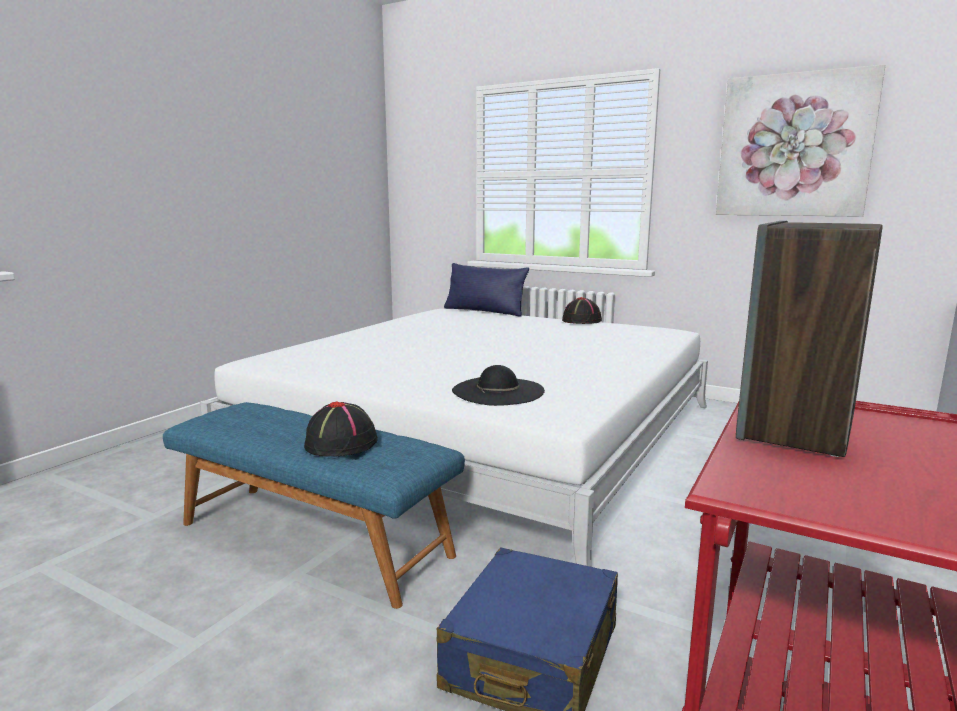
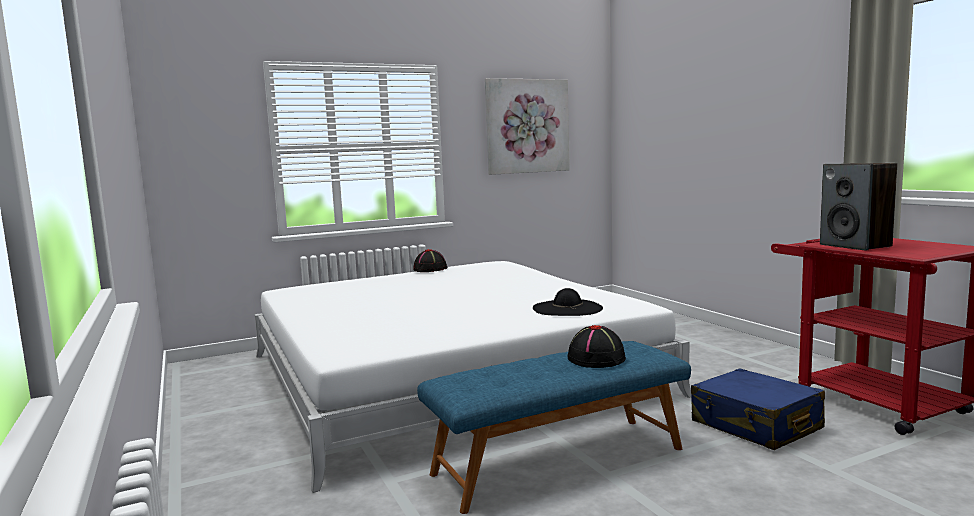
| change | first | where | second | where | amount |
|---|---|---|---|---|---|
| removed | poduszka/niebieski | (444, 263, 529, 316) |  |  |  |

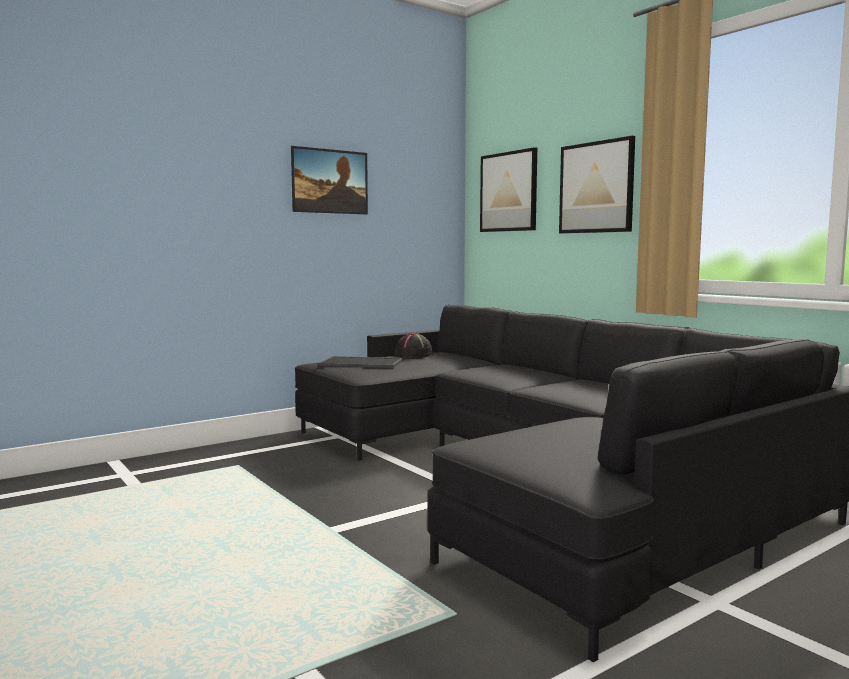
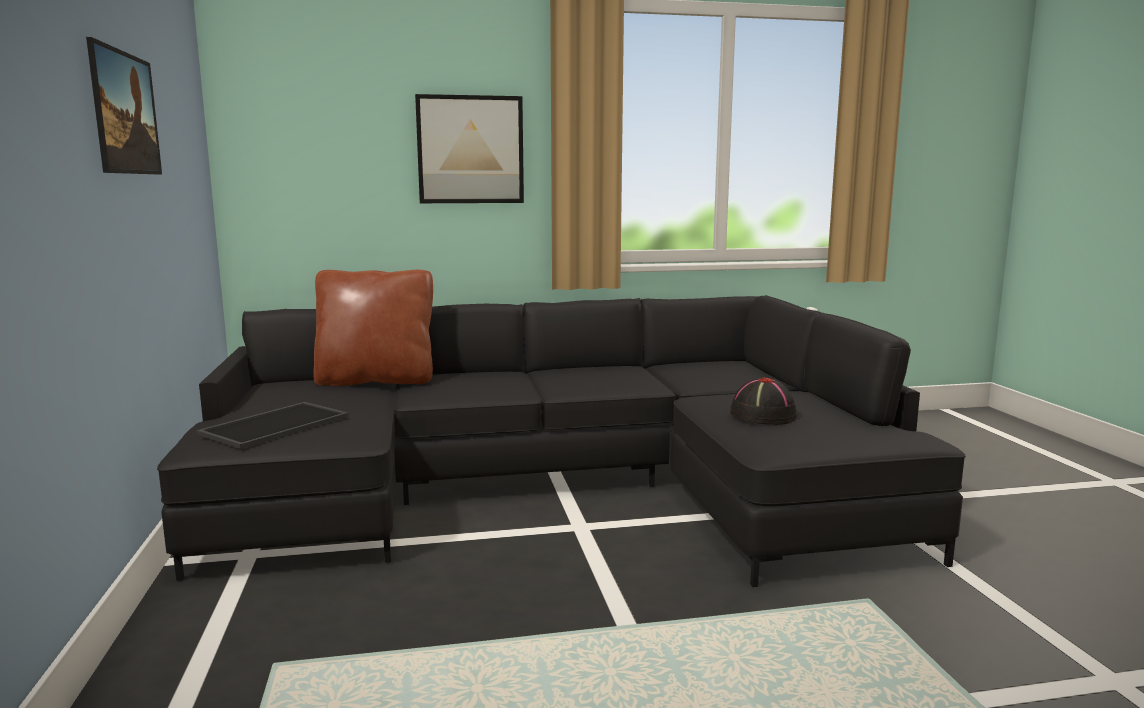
| change | first | where | second | where | amount |
|---|---|---|---|---|---|
| removed | obraz | (480, 147, 537, 232) |  |  |  |
| moved | kapelusz/czarny | (394, 332, 433, 359) |  | (730, 377, 797, 425) |  |
| added |  |  | poduszka/brązowy | (313, 270, 433, 386) |  |

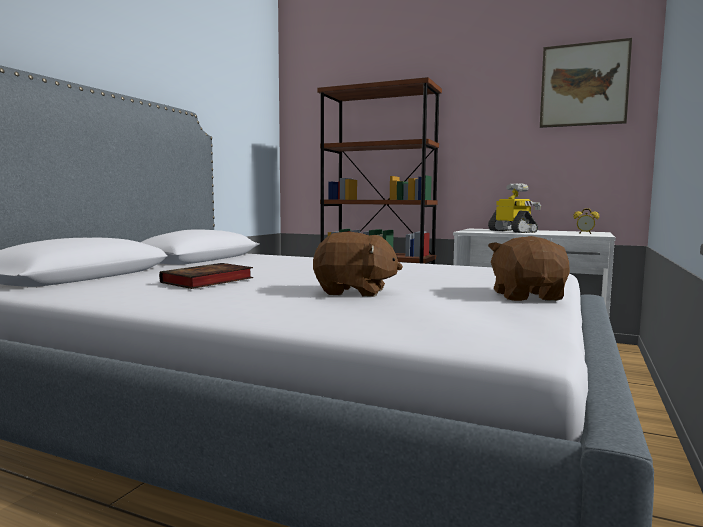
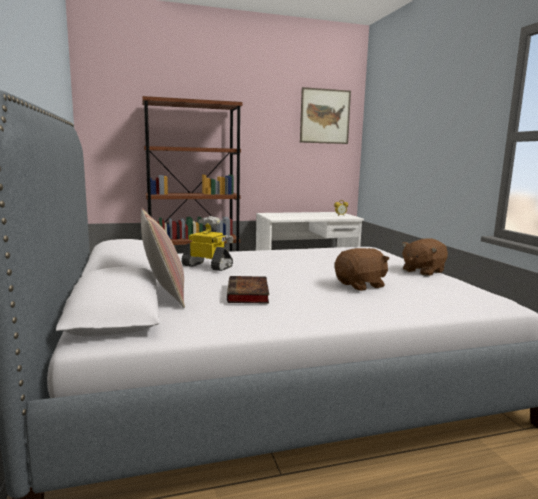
| change | first | where | second | where | amount |
|---|---|---|---|---|---|
| moved | robot zabawkowy | (488, 183, 541, 233) |  | (181, 216, 233, 271) |  |
| turned | pluszak/brązowy | (488, 236, 570, 301) |  | (402, 238, 448, 276) | 90 degrees counterclockwise |
| added |  |  | poduszka | (141, 208, 185, 308) |  |

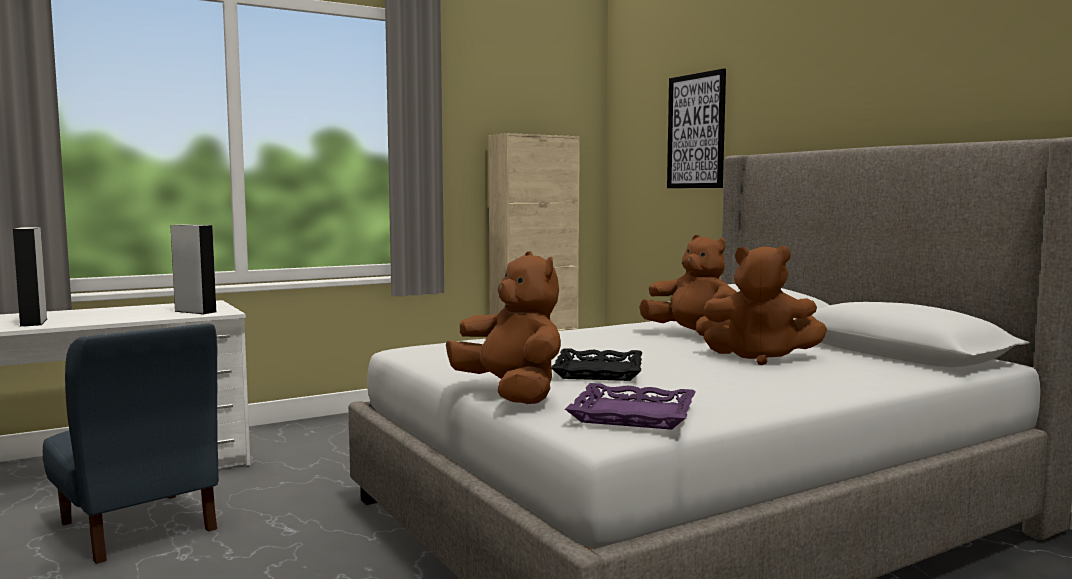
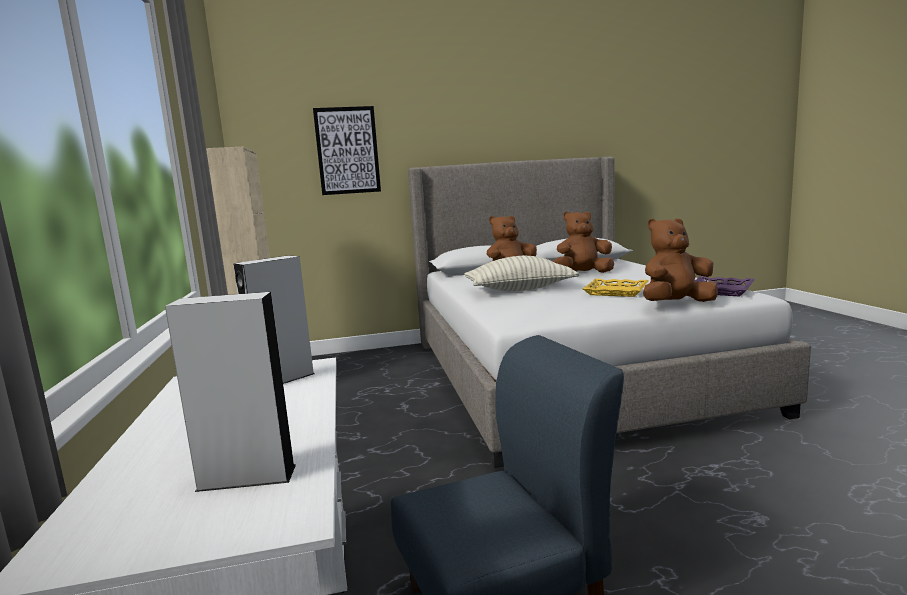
| change | first | where | second | where | amount |
|---|---|---|---|---|---|
| turned | pluszak/brązowy | (703, 246, 827, 365) |  | (553, 211, 614, 273) | 135 degrees counterclockwise |
| recoloured | taca/czarny | (552, 348, 642, 381) | taca/żółty | (582, 279, 648, 297) |  |
| added |  |  | poduszka | (464, 256, 579, 291) |  |

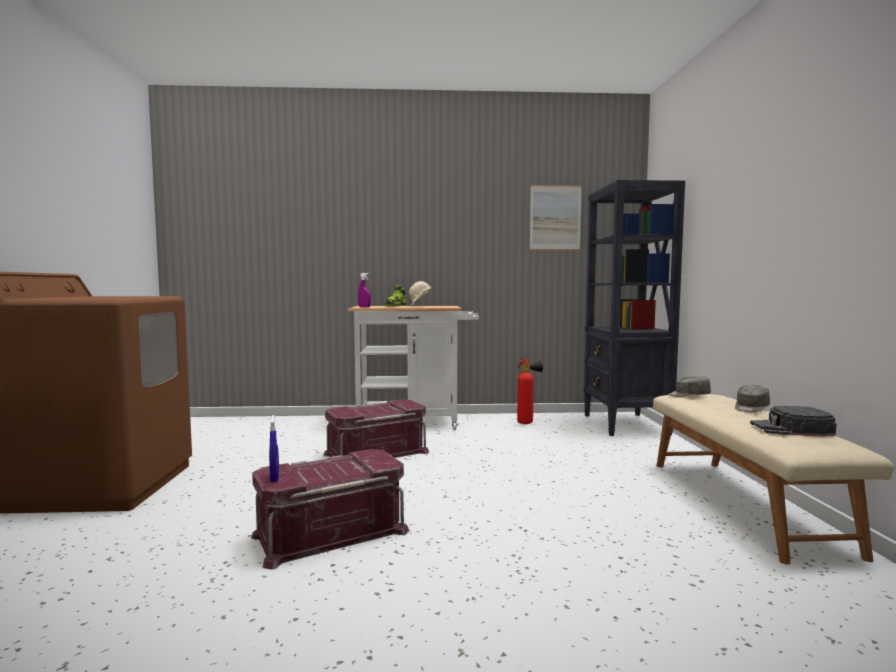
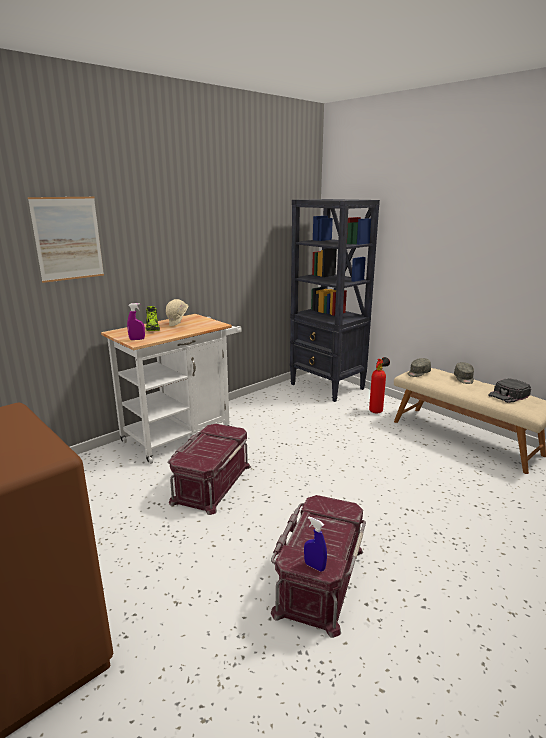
| change | first | where | second | where | amount |
|---|---|---|---|---|---|
| moved | obraz | (530, 185, 582, 251) |  | (28, 197, 104, 283) |  |
| moved | gaśnica | (517, 358, 543, 424) |  | (369, 357, 390, 414) |  |

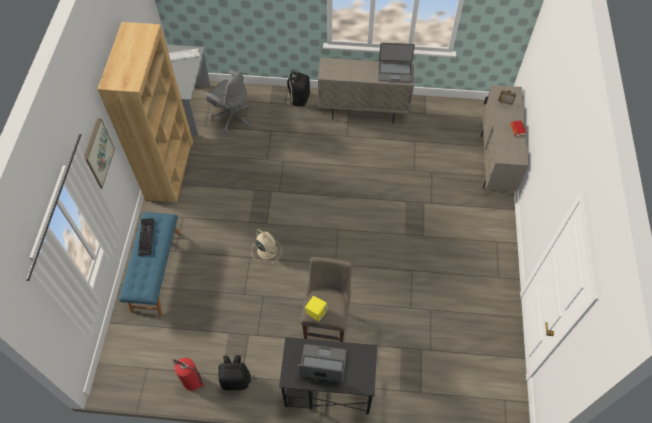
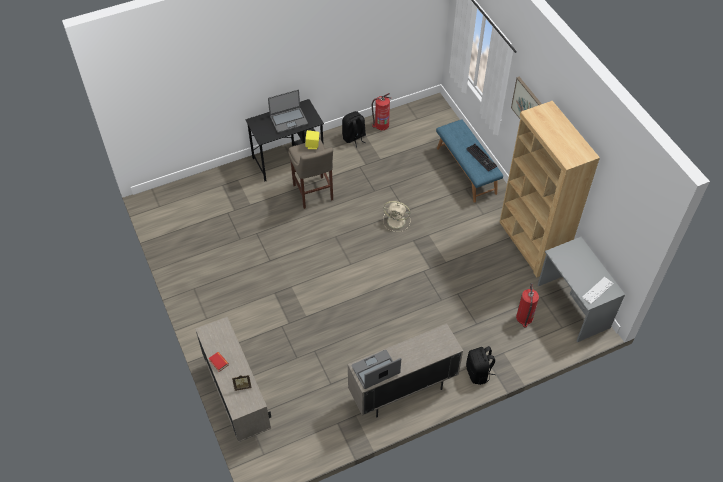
| change | first | where | second | where | amount |
|---|---|---|---|---|---|
| replaced | krzesło biurowe/szary | (206, 70, 250, 135) | gaśnica | (516, 283, 539, 327) |  |

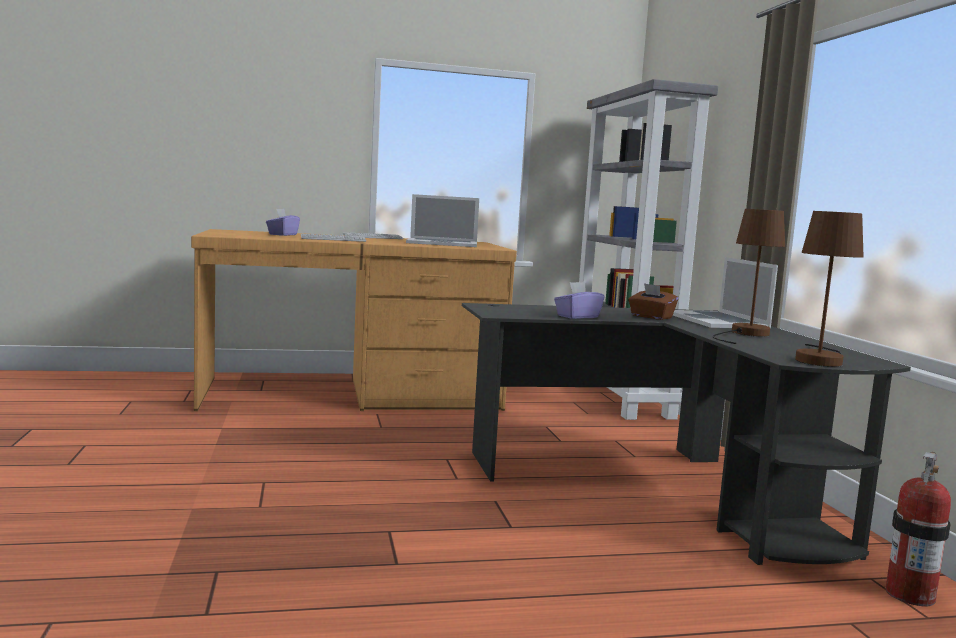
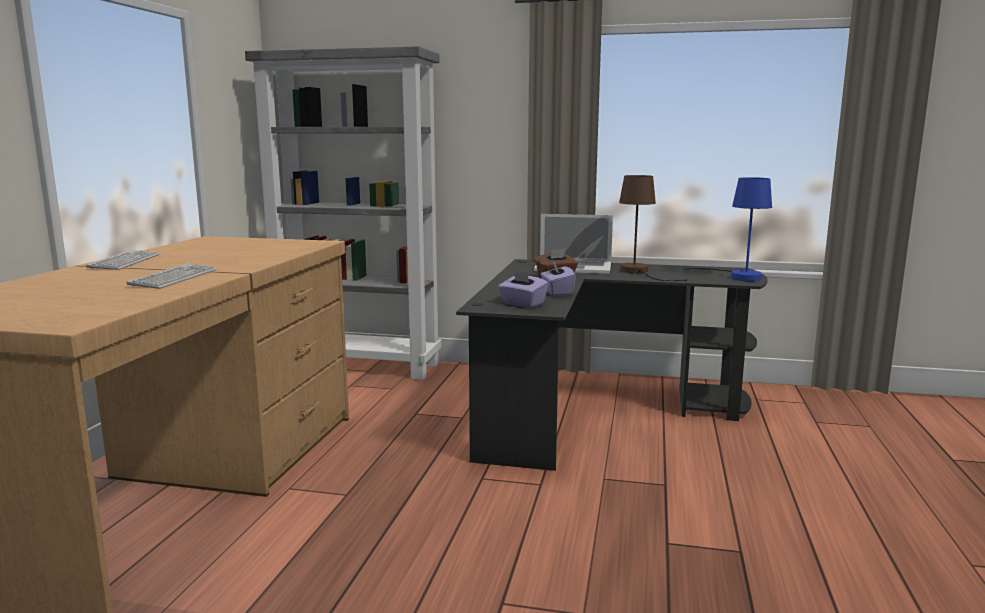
| change | first | where | second | where | amount |
|---|---|---|---|---|---|
| removed | laptop | (406, 194, 479, 247) |  |  |  |
| moved | pudełko chusteczek/fioletowy | (266, 209, 300, 236) |  | (498, 270, 549, 308) |  |
| recoloured | lampa stołowa/brązowy | (795, 211, 864, 367) | lampa stołowa/niebieski | (683, 177, 772, 281) |  |
| removed | gaśnica | (885, 452, 951, 606) |  |  |  |

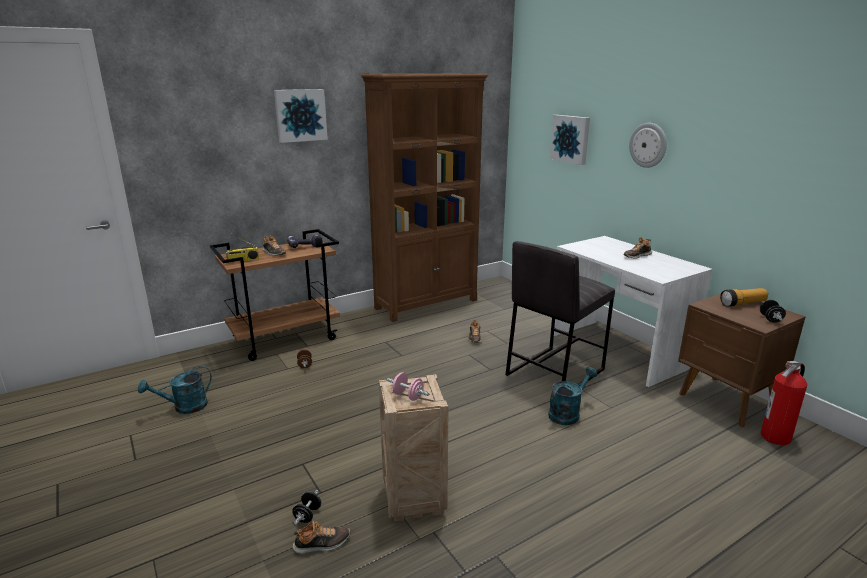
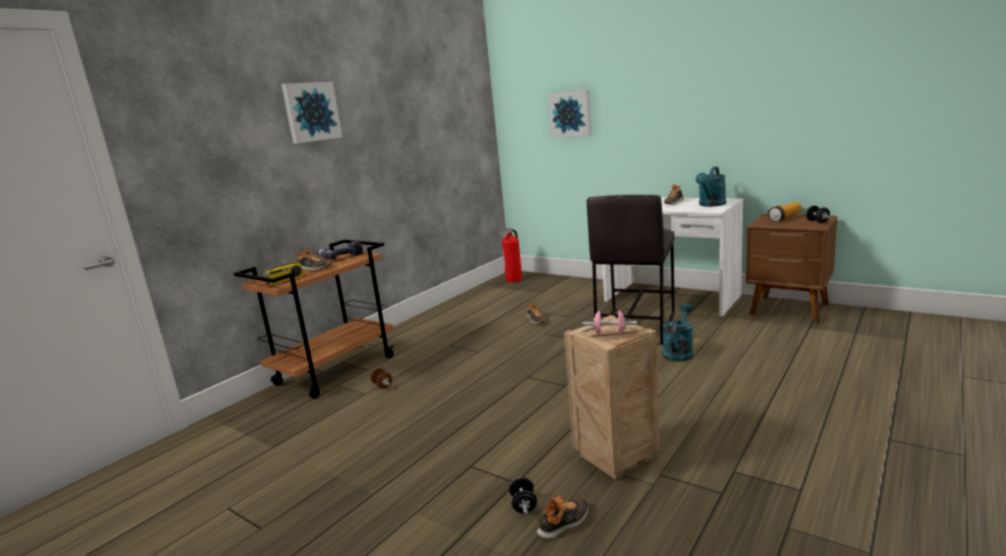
| change | first | where | second | where | amount |
|---|---|---|---|---|---|
| removed | regał/brązowy | (361, 73, 488, 322) |  |  |  |
| removed | zegar ścienny | (629, 123, 667, 168) |  |  |  |
| moved | gaśnica | (761, 361, 808, 445) |  | (502, 228, 522, 283) |  |
| moved | konewka/turkusowy | (138, 365, 212, 414) |  | (695, 167, 726, 207) |  |

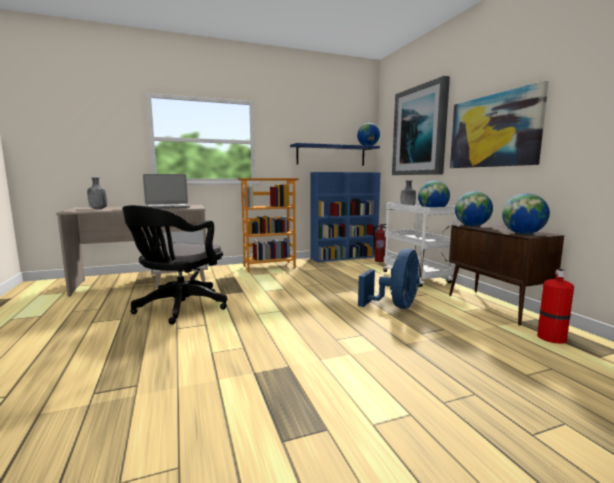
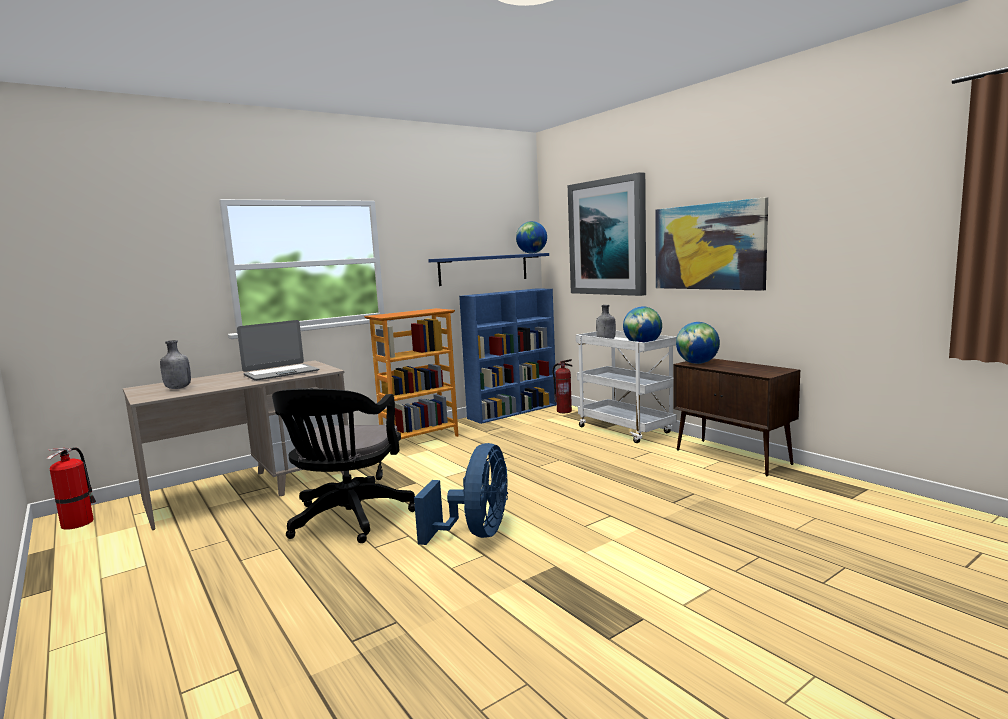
| change | first | where | second | where | amount |
|---|---|---|---|---|---|
| removed | globus | (502, 193, 550, 234) |  |  |  |
| moved | wentylator/niebieski | (358, 248, 420, 309) |  | (414, 443, 508, 545) |  |
| moved | gaśnica | (537, 268, 574, 344) |  | (47, 447, 96, 530) |  |

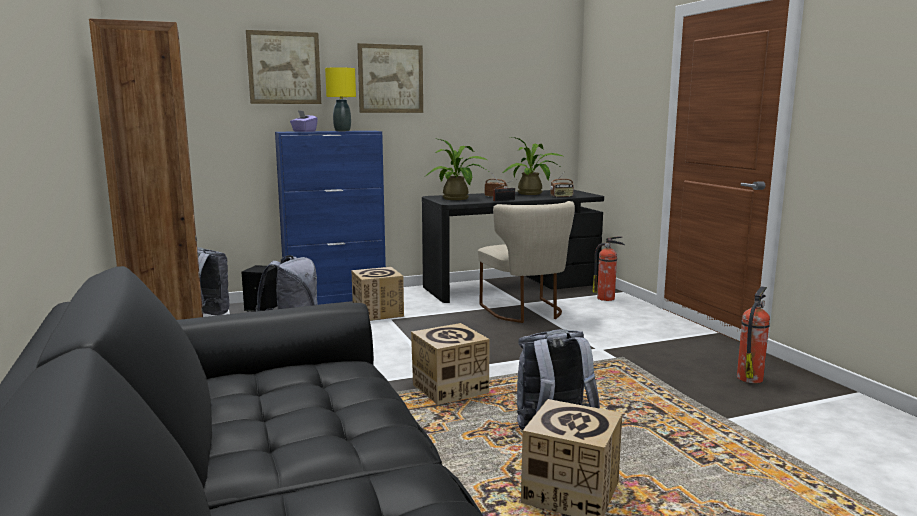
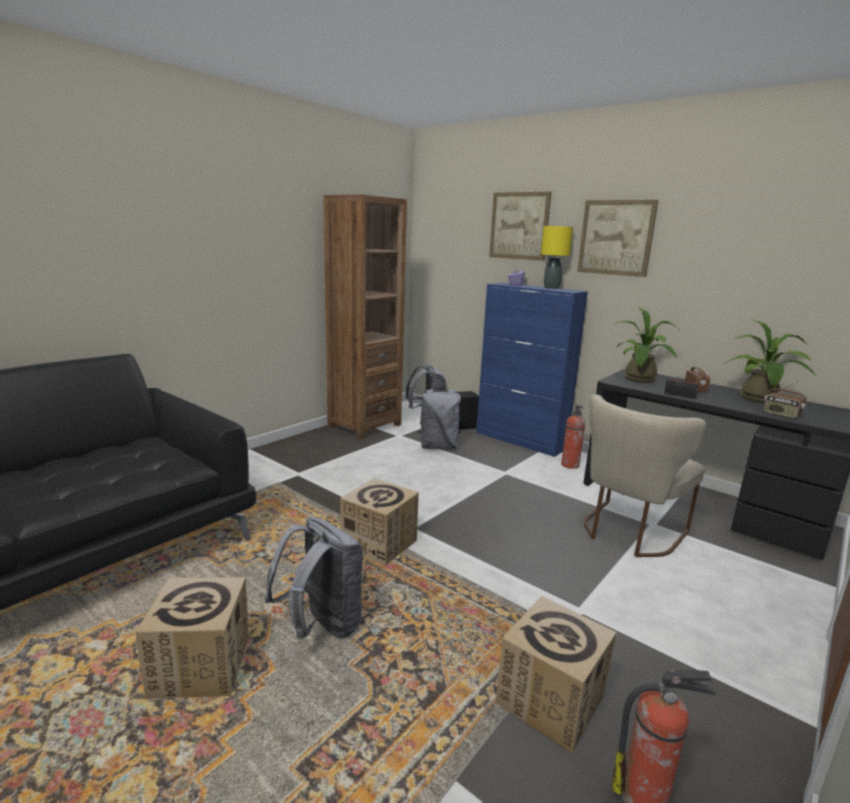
| change | first | where | second | where | amount |
|---|---|---|---|---|---|
| moved | gaśnica | (592, 236, 625, 301) |  | (561, 405, 585, 469) |  |
| moved | karton | (351, 267, 404, 321) |  | (496, 596, 617, 753) |  |

